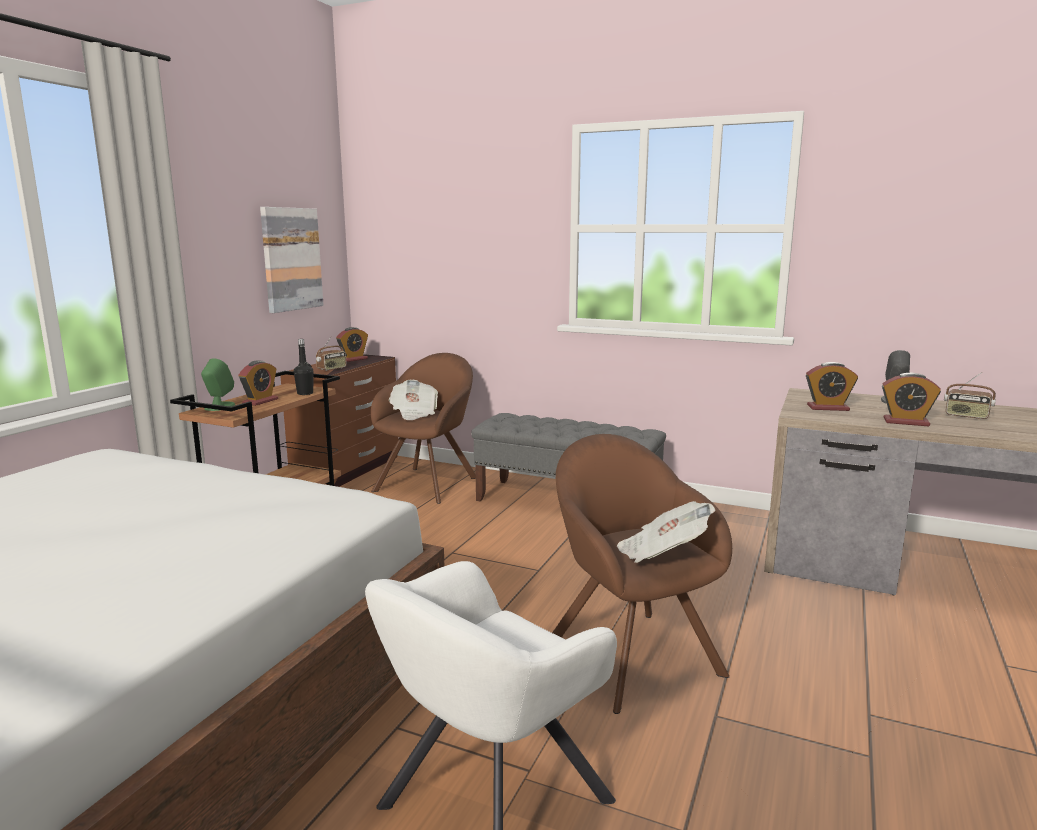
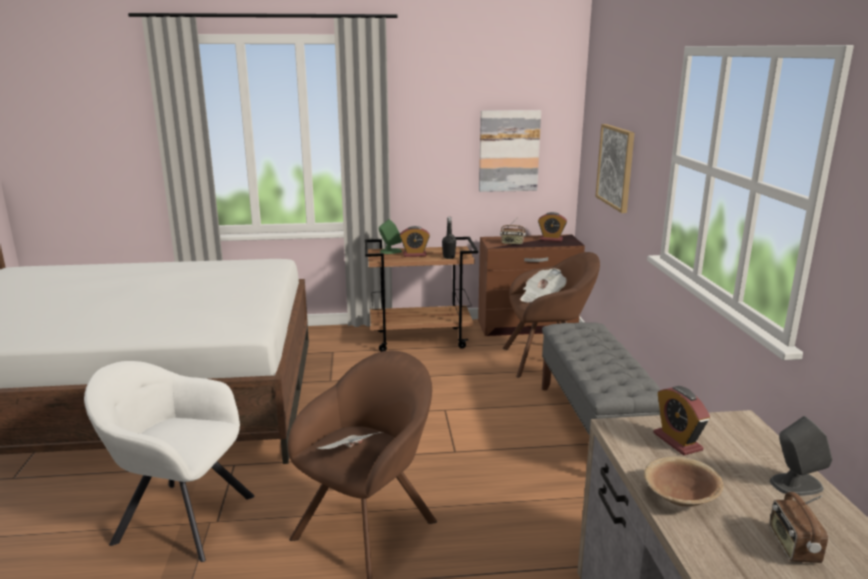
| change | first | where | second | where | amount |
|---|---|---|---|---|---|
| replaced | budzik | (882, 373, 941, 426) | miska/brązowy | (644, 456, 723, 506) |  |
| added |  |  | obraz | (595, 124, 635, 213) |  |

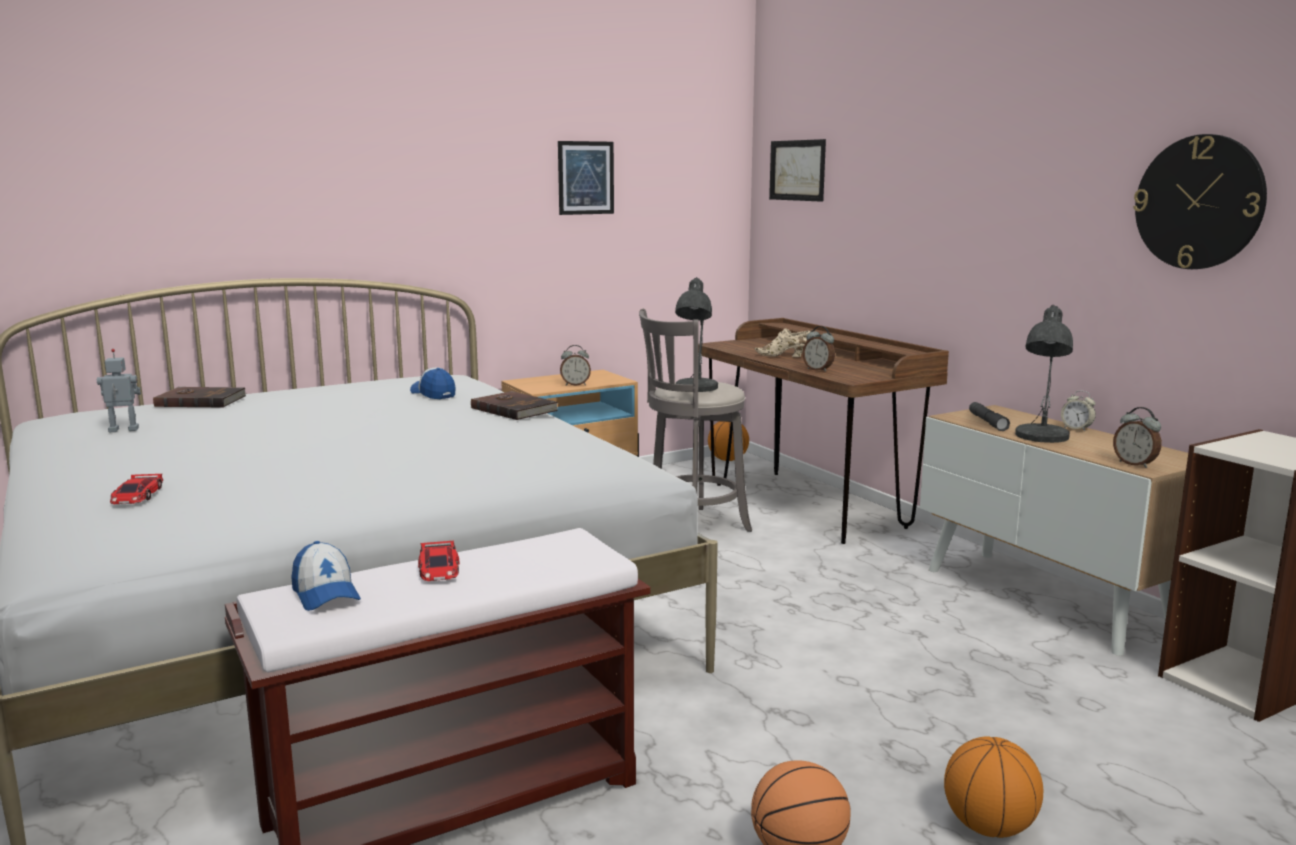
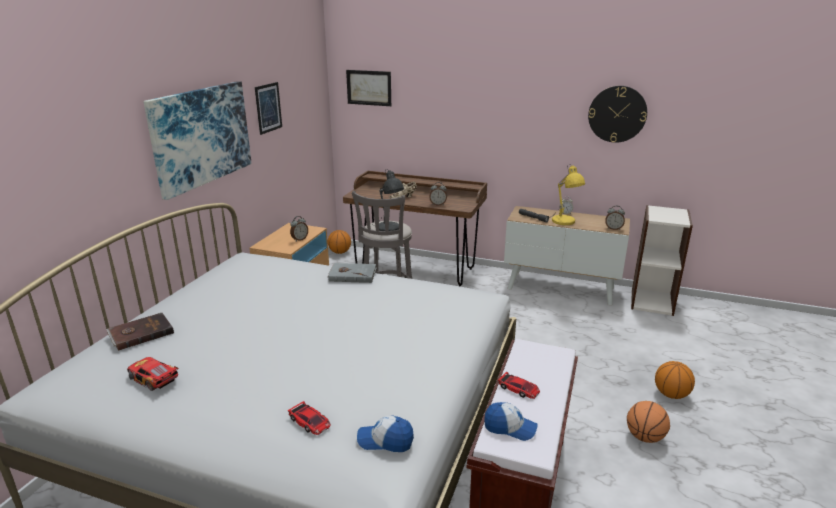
| change | first | where | second | where | amount |
|---|---|---|---|---|---|
| recoloured | lampa stołowa/szary | (1015, 305, 1073, 443) | lampa stołowa/żółty | (551, 165, 585, 225) |  |
| replaced | robot zabawkowy | (97, 349, 141, 433) | samochodzik | (127, 357, 178, 391) |  |
| moved | czapka z daszkiem | (410, 367, 455, 399) |  | (357, 416, 414, 452) |  |
| recoloured | książka/brązowy | (471, 391, 558, 420) | książka/szary | (328, 263, 377, 283) |  |
| added |  |  | obraz | (143, 81, 252, 200) |  |

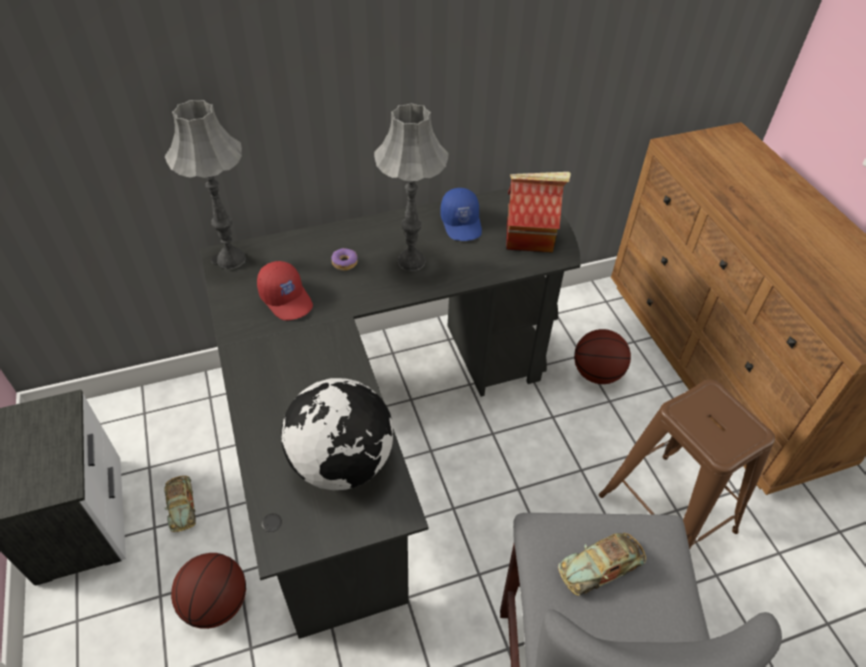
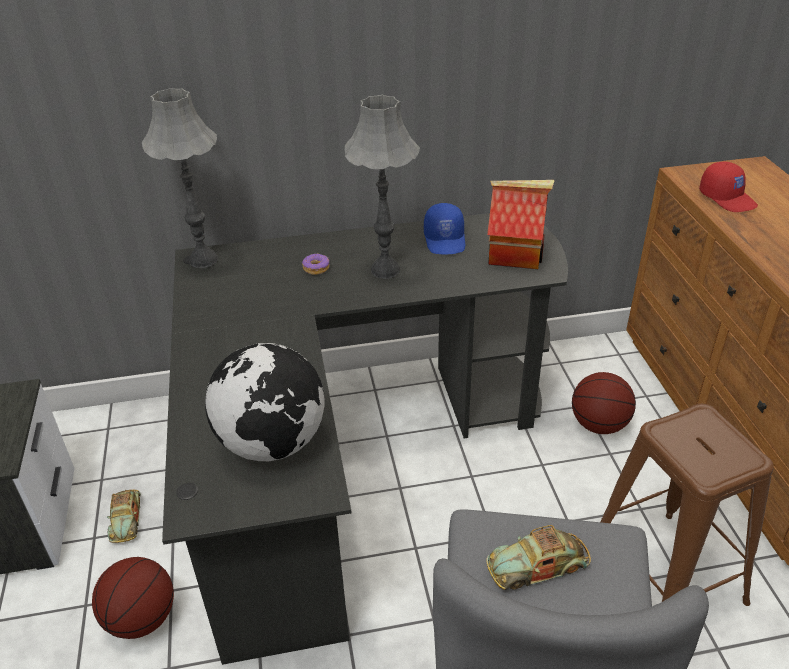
| change | first | where | second | where | amount |
|---|---|---|---|---|---|
| moved | czapka z daszkiem/czerwony | (257, 261, 313, 320) |  | (699, 162, 758, 212) |  |

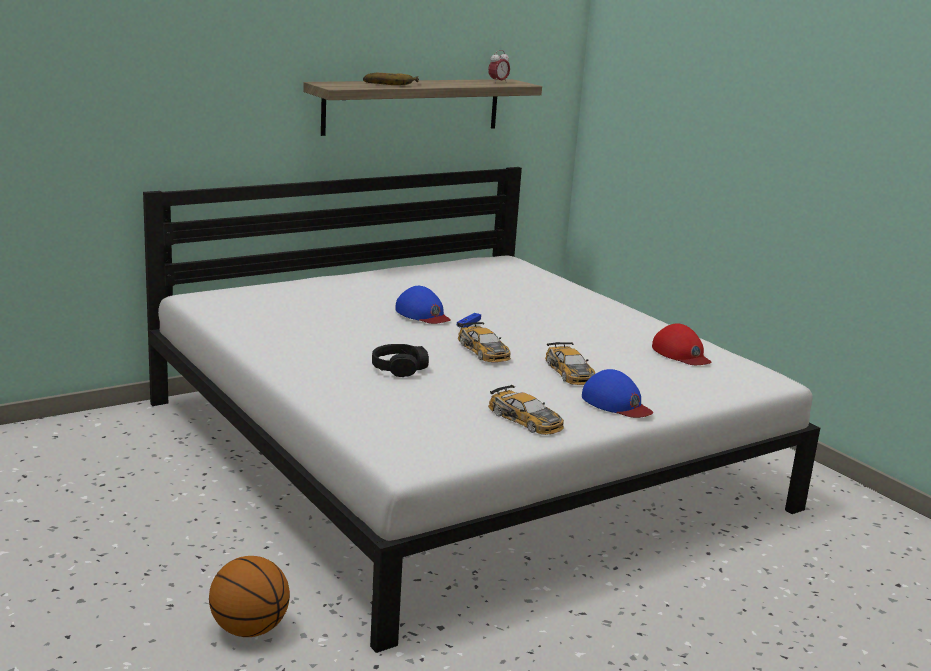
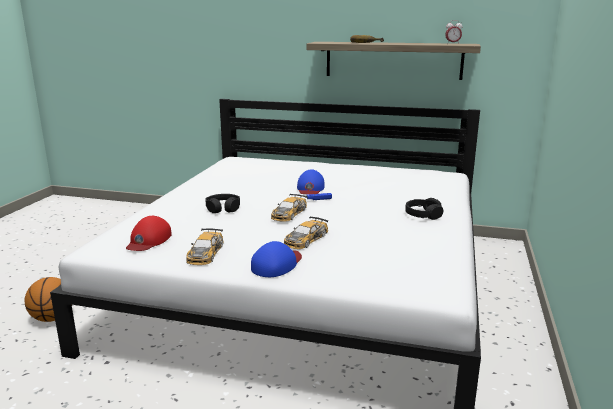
| change | first | where | second | where | amount |
|---|---|---|---|---|---|
| moved | czapka z daszkiem/czerwony | (652, 323, 712, 365) |  | (126, 216, 172, 251) |  |
| turned | czapka z daszkiem/niebieski | (582, 369, 653, 418) |  | (251, 241, 302, 277) | 150 degrees counterclockwise |
| added |  |  | słuchawki/czarny | (405, 198, 443, 220) |  |

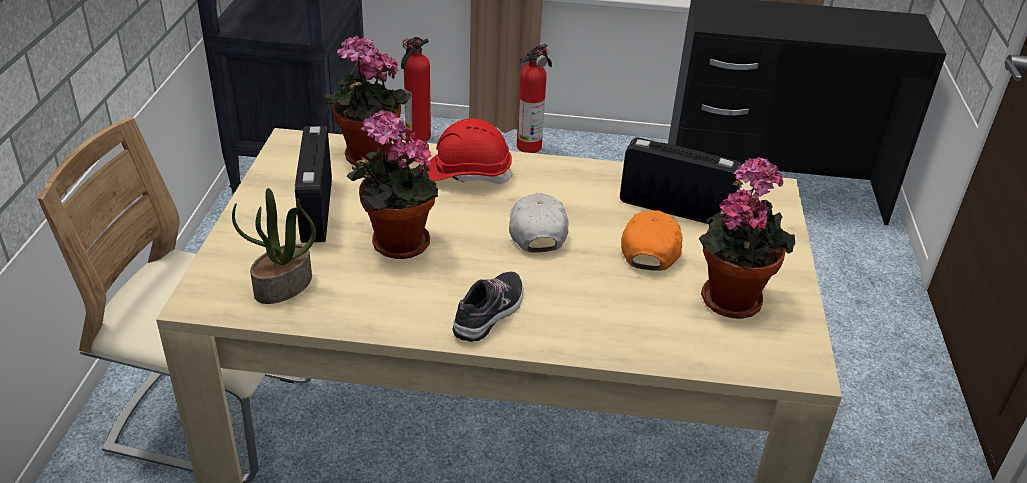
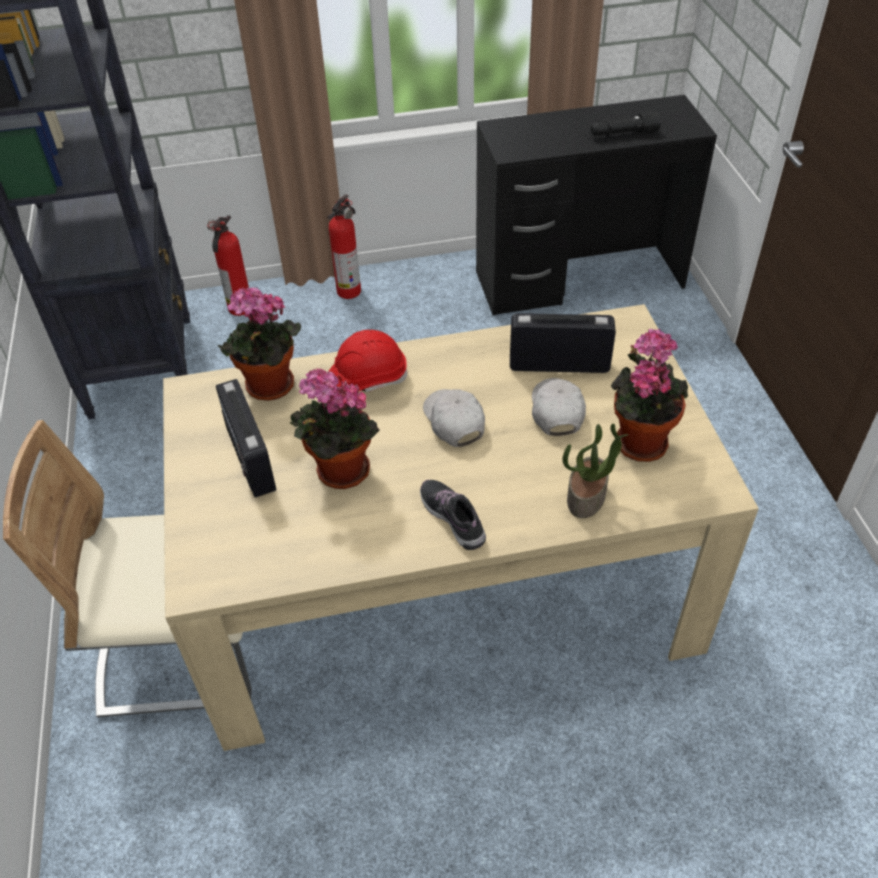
| change | first | where | second | where | amount |
|---|---|---|---|---|---|
| moved | roślina doniczkowa | (232, 188, 316, 304) |  | (562, 423, 629, 518) |  |
| recoloured | czapka z daszkiem/pomarańczowy | (621, 210, 683, 271) | czapka z daszkiem/biały | (532, 378, 586, 436) |  |
| turned | but | (453, 272, 523, 342) |  | (420, 480, 486, 550) | 45 degrees counterclockwise |
| added |  |  | latarka/czarny | (591, 111, 661, 137) |  |

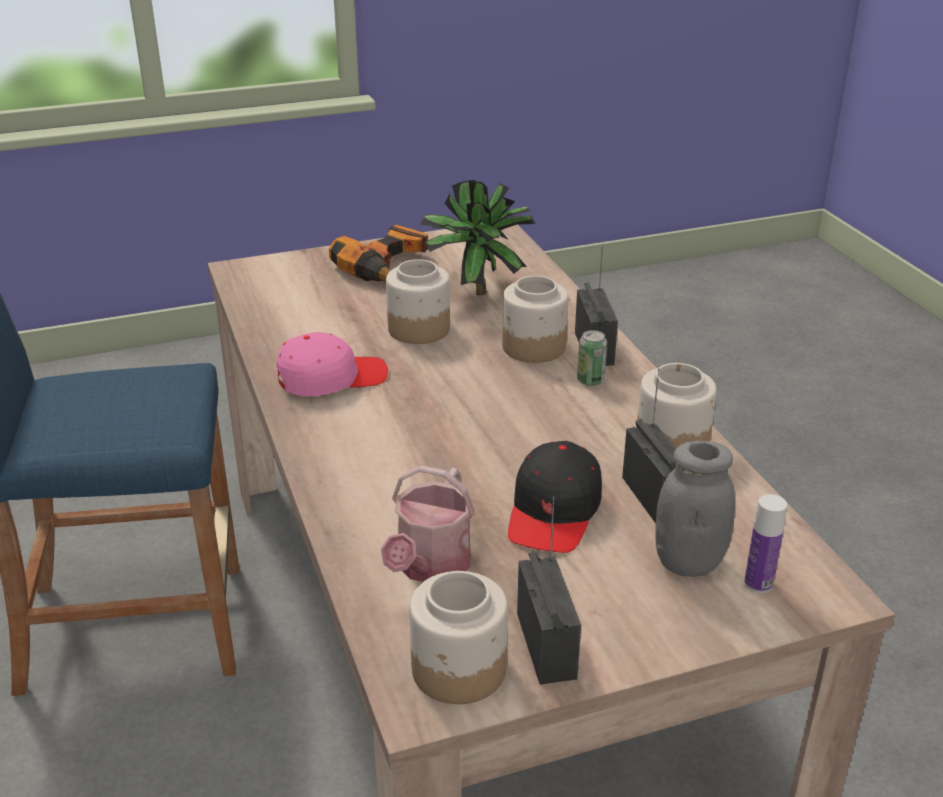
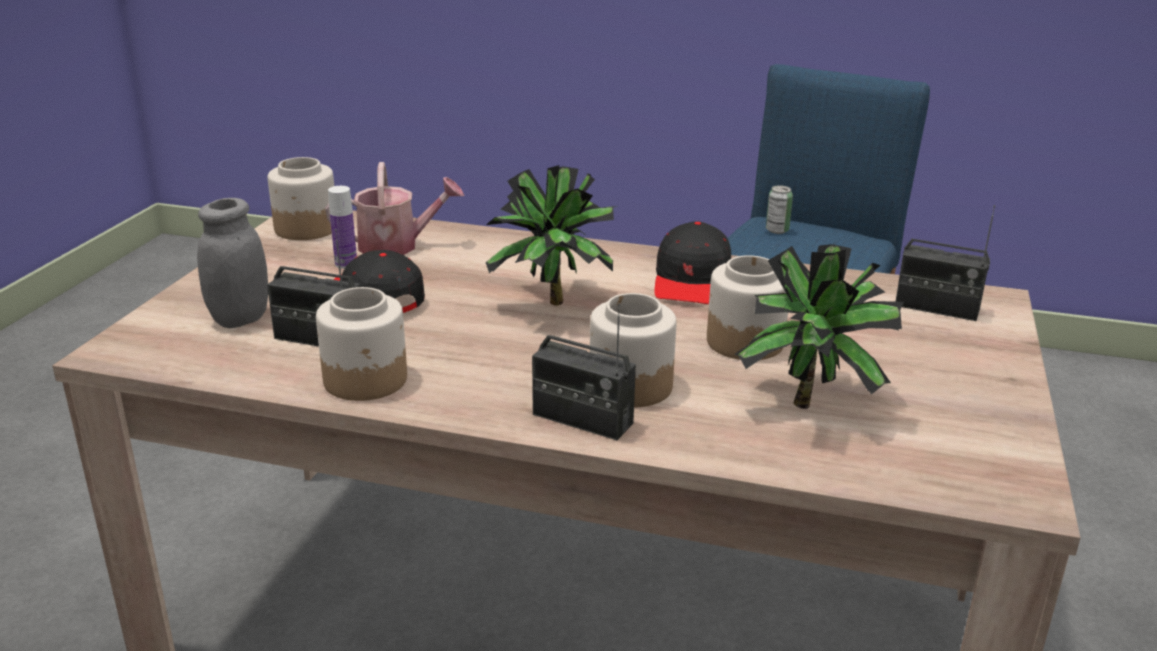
| change | first | where | second | where | amount |
|---|---|---|---|---|---|
| removed | wiertarka | (329, 224, 428, 281) |  |  |  |
| moved | puszka | (577, 330, 607, 386) |  | (766, 185, 793, 234) |  |
| recoloured | czapka z daszkiem/różowy | (276, 332, 388, 396) | czapka z daszkiem/czarny | (654, 221, 731, 304) |  |
| turned | konewka | (381, 466, 475, 582) |  | (325, 162, 465, 255) | 120 degrees clockwise |
| moved | butelka | (744, 494, 787, 593) |  | (328, 186, 357, 269) |  |
| moved | radio | (517, 496, 581, 685) |  | (895, 205, 995, 321) |  |
| added |  |  | roślina doniczkowa | (486, 165, 616, 305) |  |

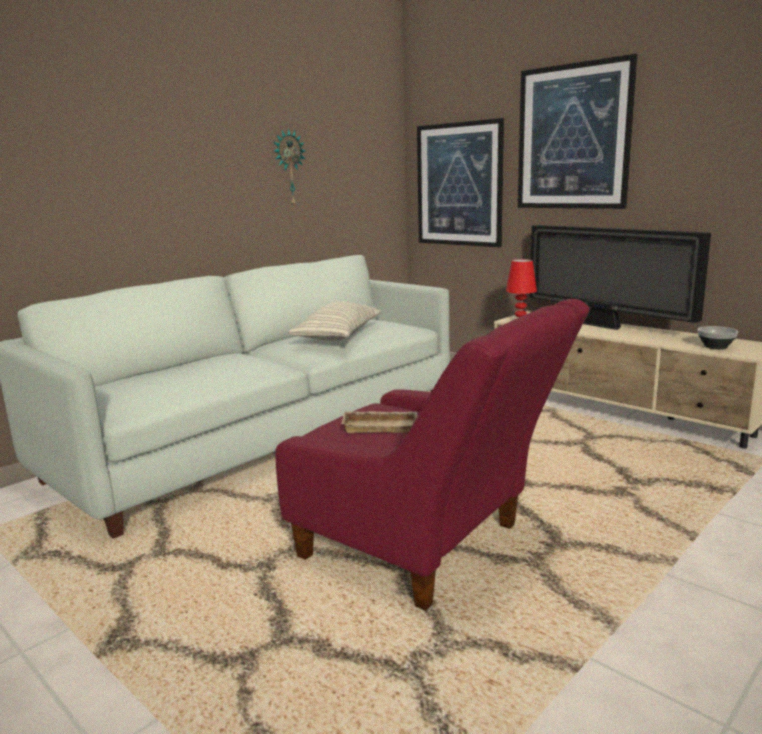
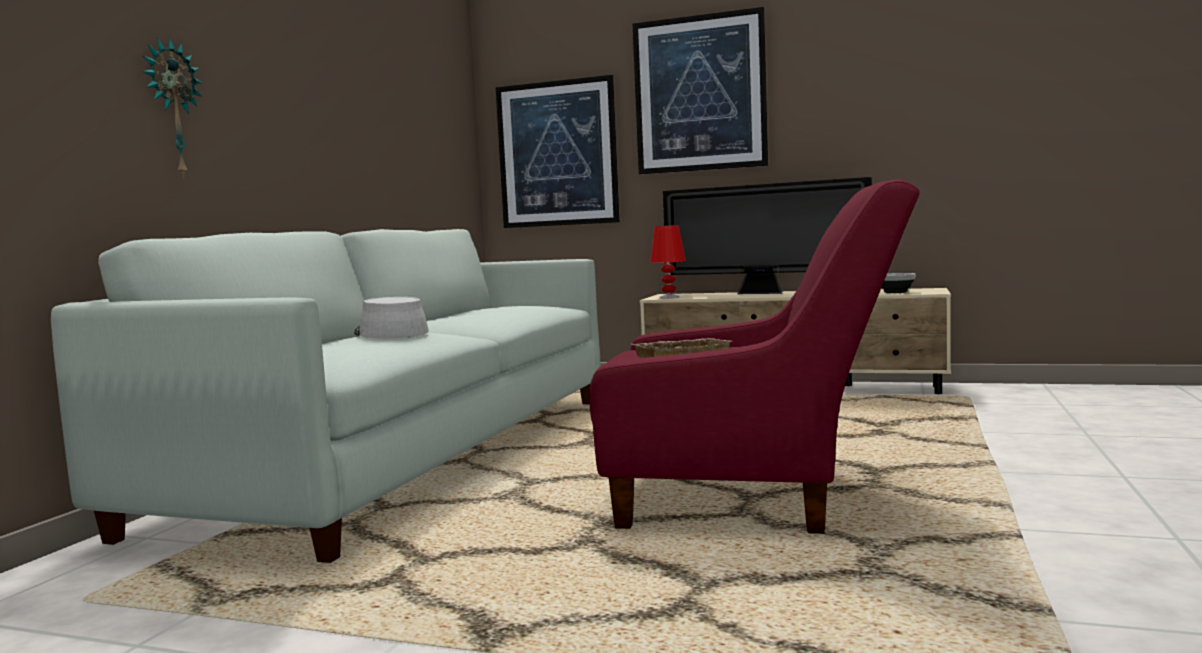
| change | first | where | second | where | amount |
|---|---|---|---|---|---|
| moved | zegar ścienny | (274, 128, 305, 207) |  | (142, 37, 202, 178) |  |
| removed | poduszka | (288, 301, 381, 341) |  |  |  |
| added |  |  | kapelusz/szary | (354, 297, 429, 339) |  |

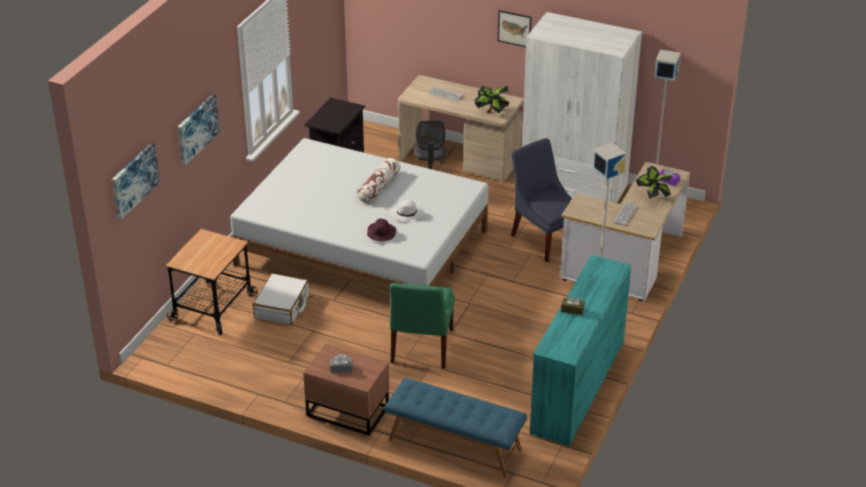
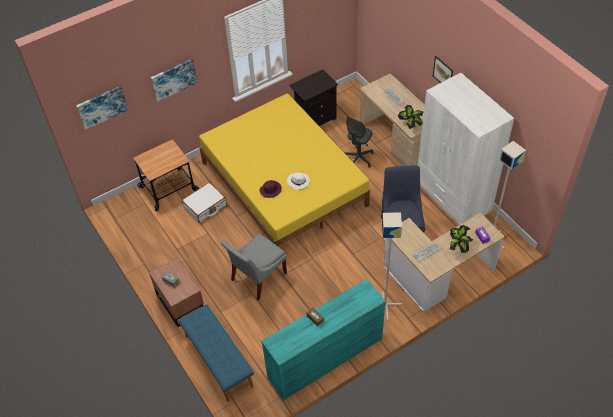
| change | first | where | second | where | amount |
|---|---|---|---|---|---|
| recoloured | łóżko/biały | (231, 138, 488, 291) | łóżko/żółty | (199, 93, 370, 247) |  |
| removed | poduszka | (357, 158, 401, 203) |  |  |  |
| recoloured | krzesło/zielony | (390, 283, 455, 369) | krzesło/szary | (221, 234, 287, 301) |  |

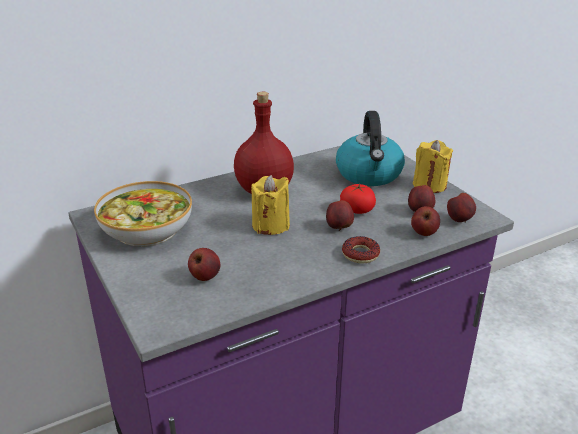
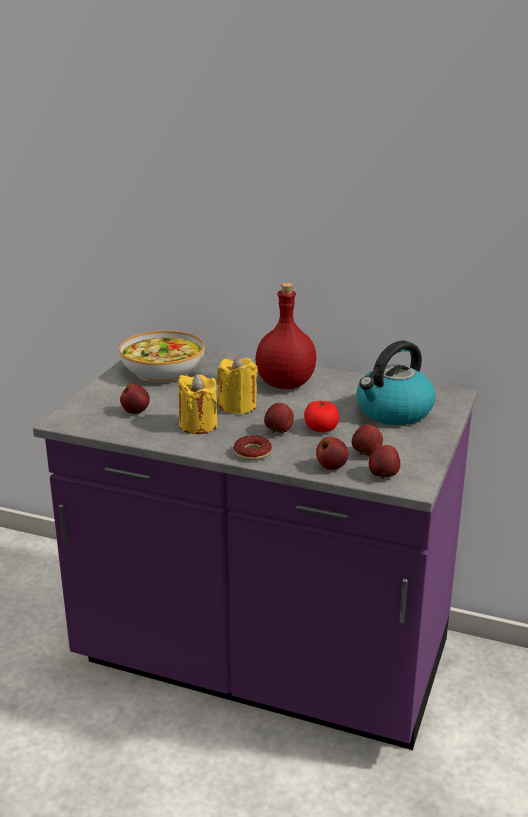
| change | first | where | second | where | amount |
|---|---|---|---|---|---|
| moved | świeca/żółty | (413, 140, 453, 193) |  | (178, 374, 218, 434) |  |

